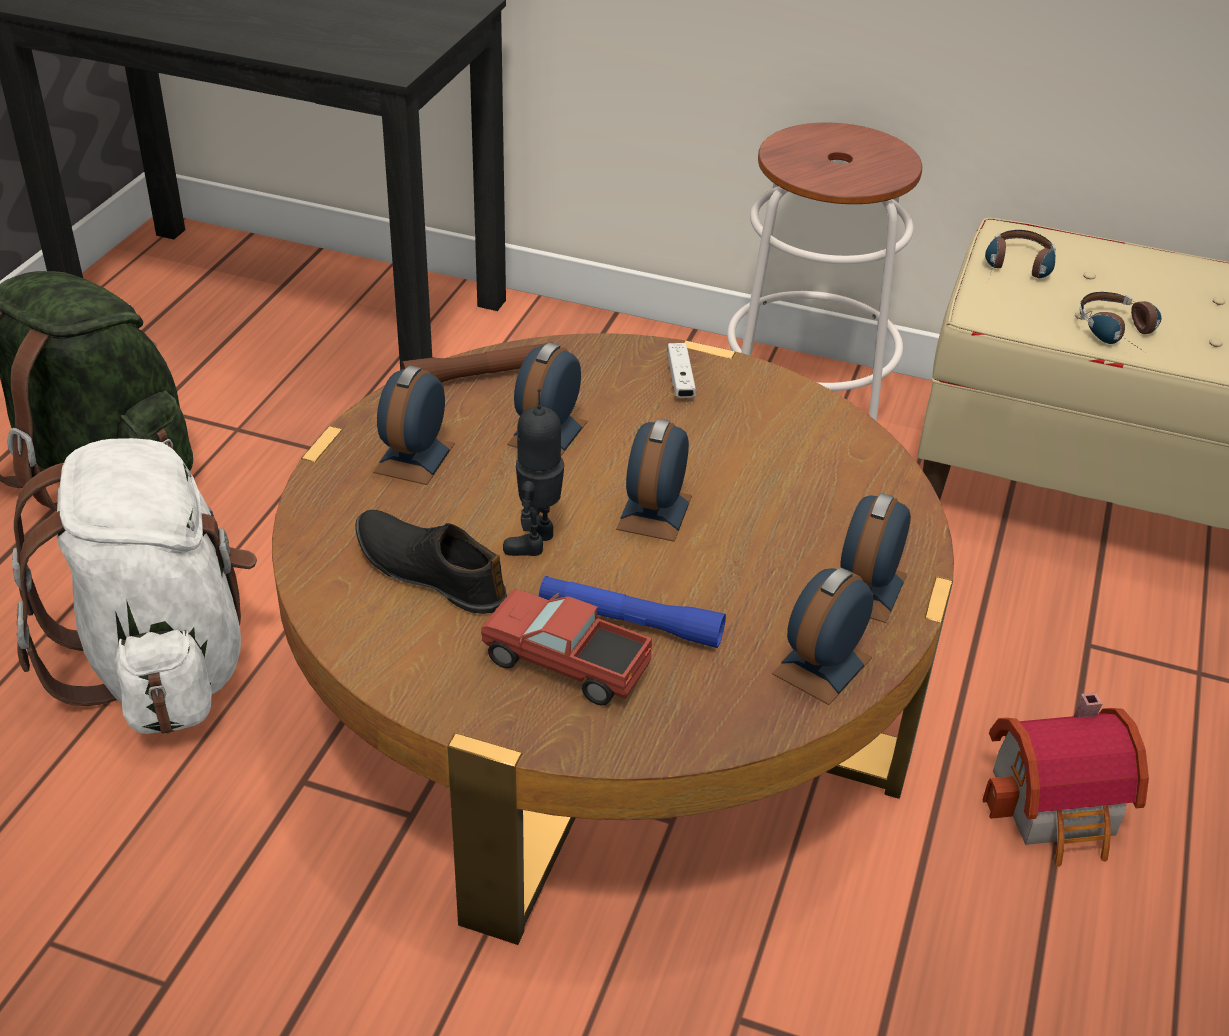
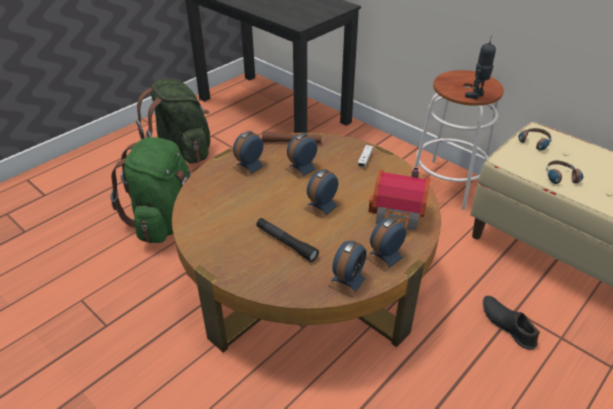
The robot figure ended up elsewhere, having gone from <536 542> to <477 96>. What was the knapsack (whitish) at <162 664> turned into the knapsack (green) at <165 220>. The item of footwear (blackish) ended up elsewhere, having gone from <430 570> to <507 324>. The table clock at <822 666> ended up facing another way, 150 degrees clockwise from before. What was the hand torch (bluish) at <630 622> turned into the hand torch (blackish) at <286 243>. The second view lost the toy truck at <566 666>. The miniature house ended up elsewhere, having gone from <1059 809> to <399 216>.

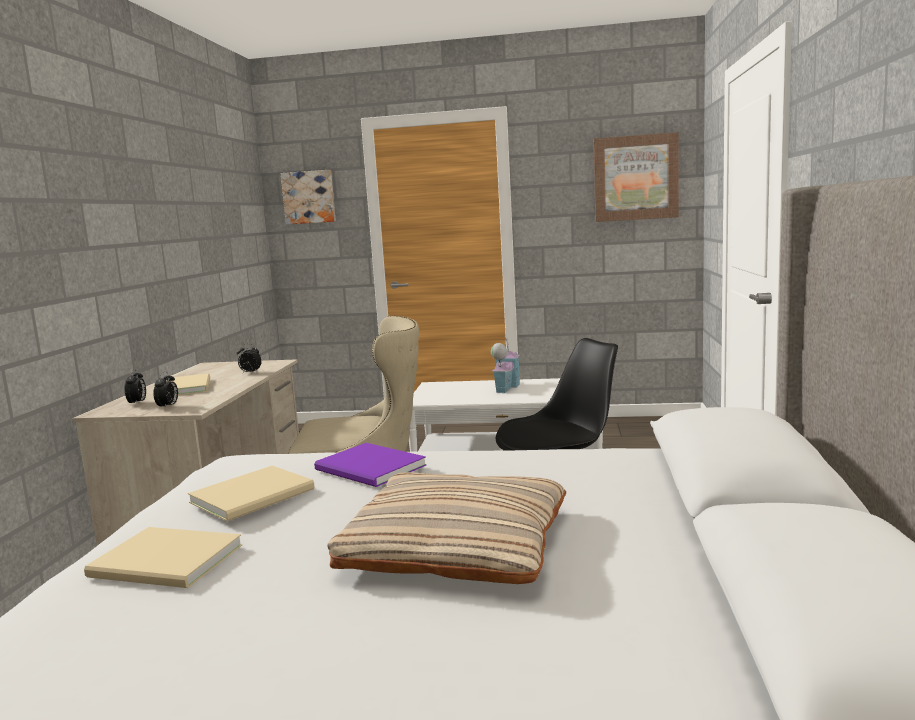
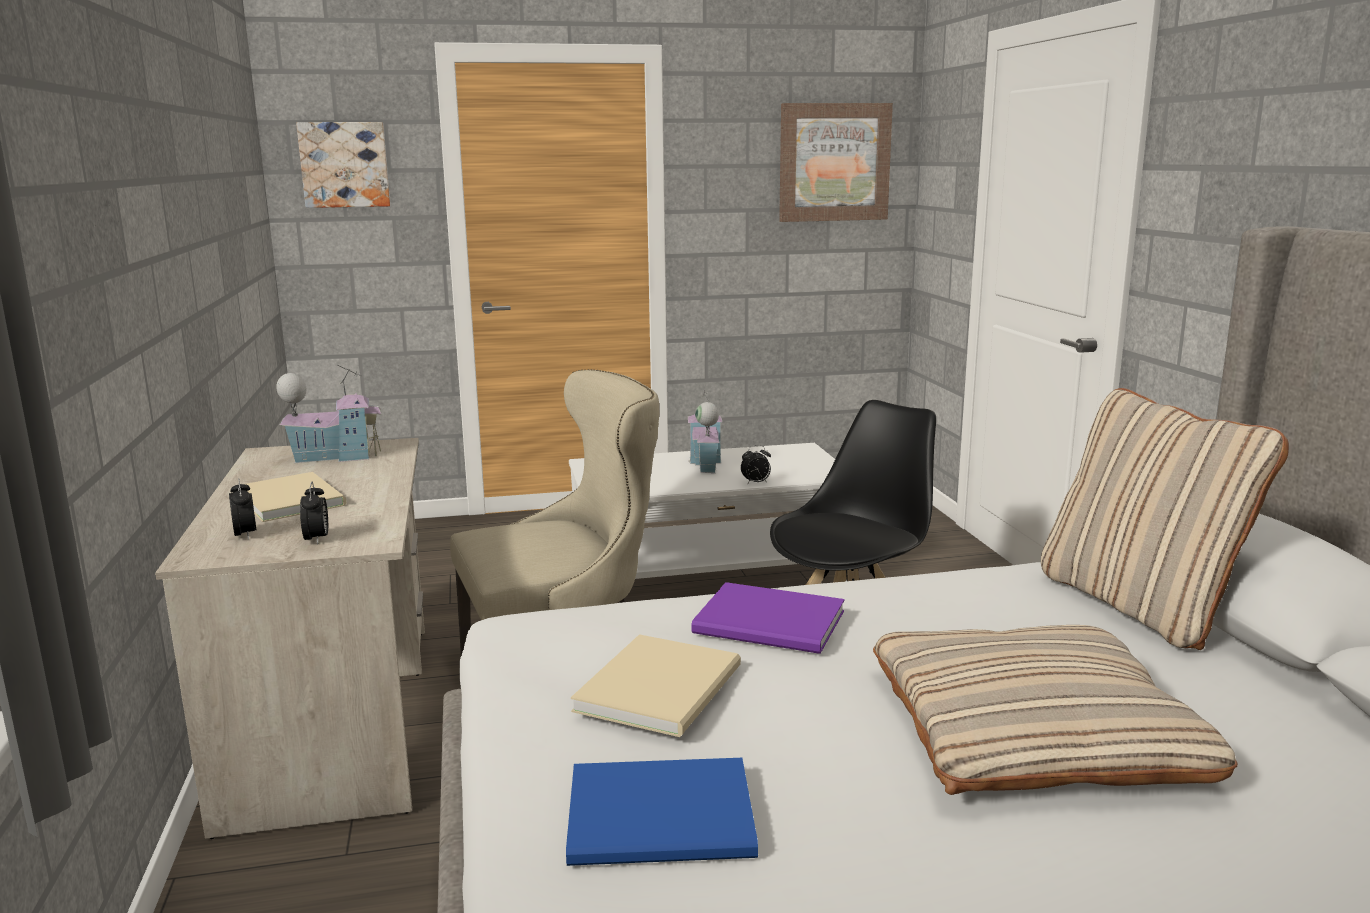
The table clock ended up elsewhere, having gone from <250 373> to <756 483>. What was the bound book (beige-coloured) at <167 563> turned into the bound book (bluish) at <666 820>. The second view gained the miniature house at <335 456>. The second view gained the throw pillow (beige-coloured) at <1139 605>.

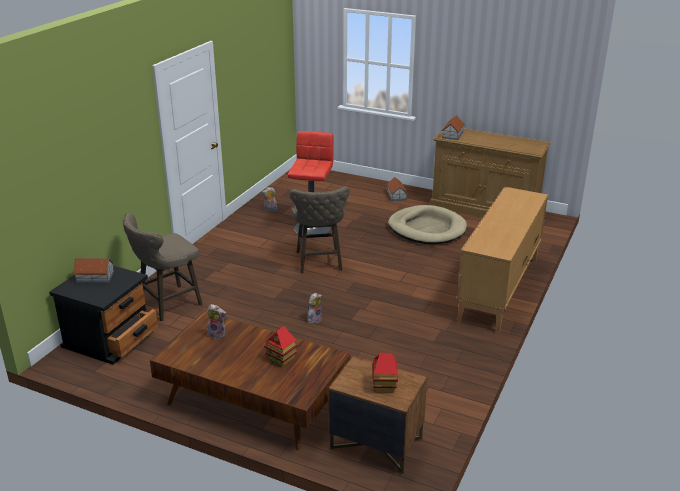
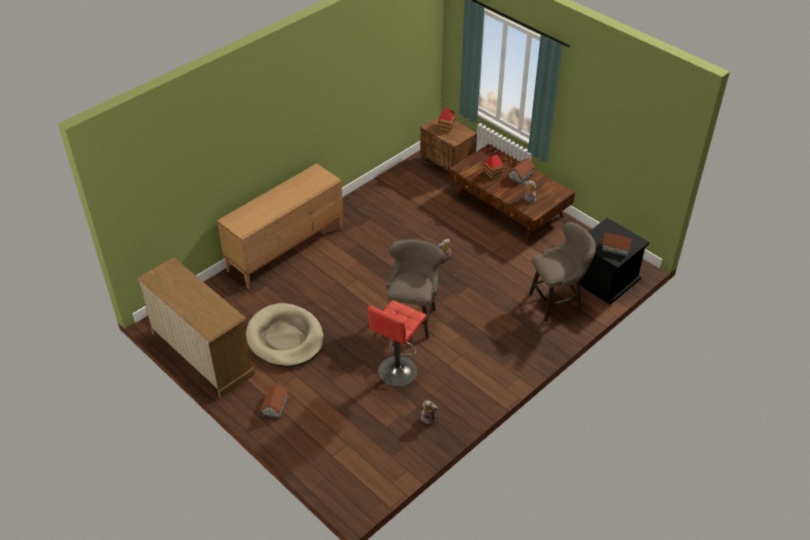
The miniature house ended up elsewhere, having gone from <452 134> to <521 175>.

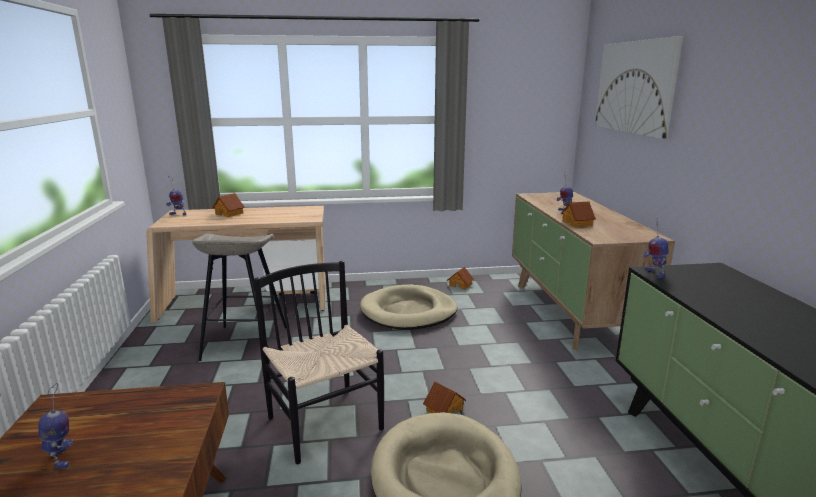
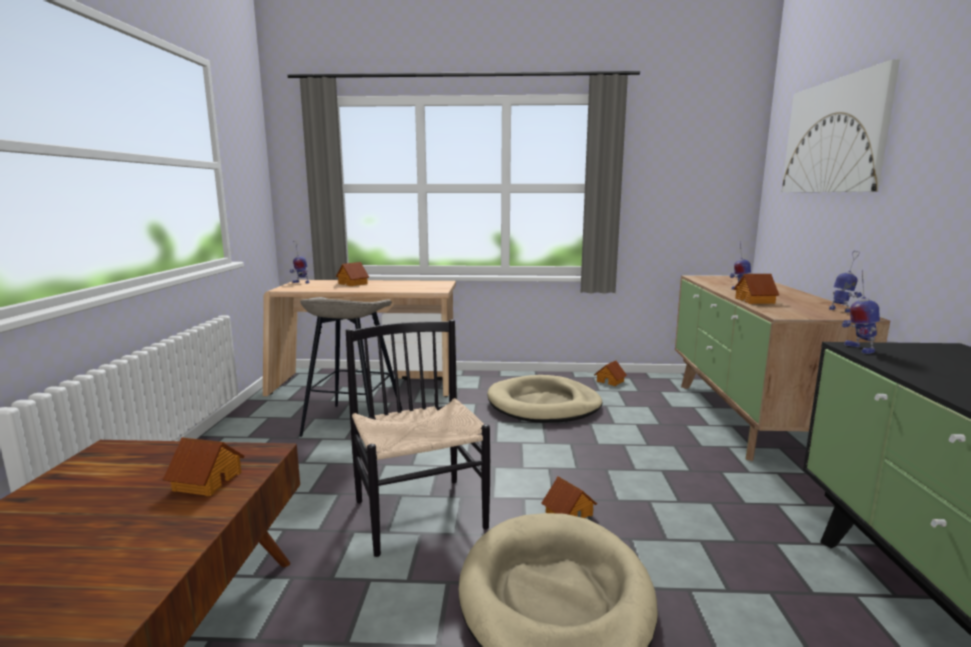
The robot figure ended up elsewhere, having gone from <61 459> to <842 310>. The second view gained the miniature house at <206 481>.

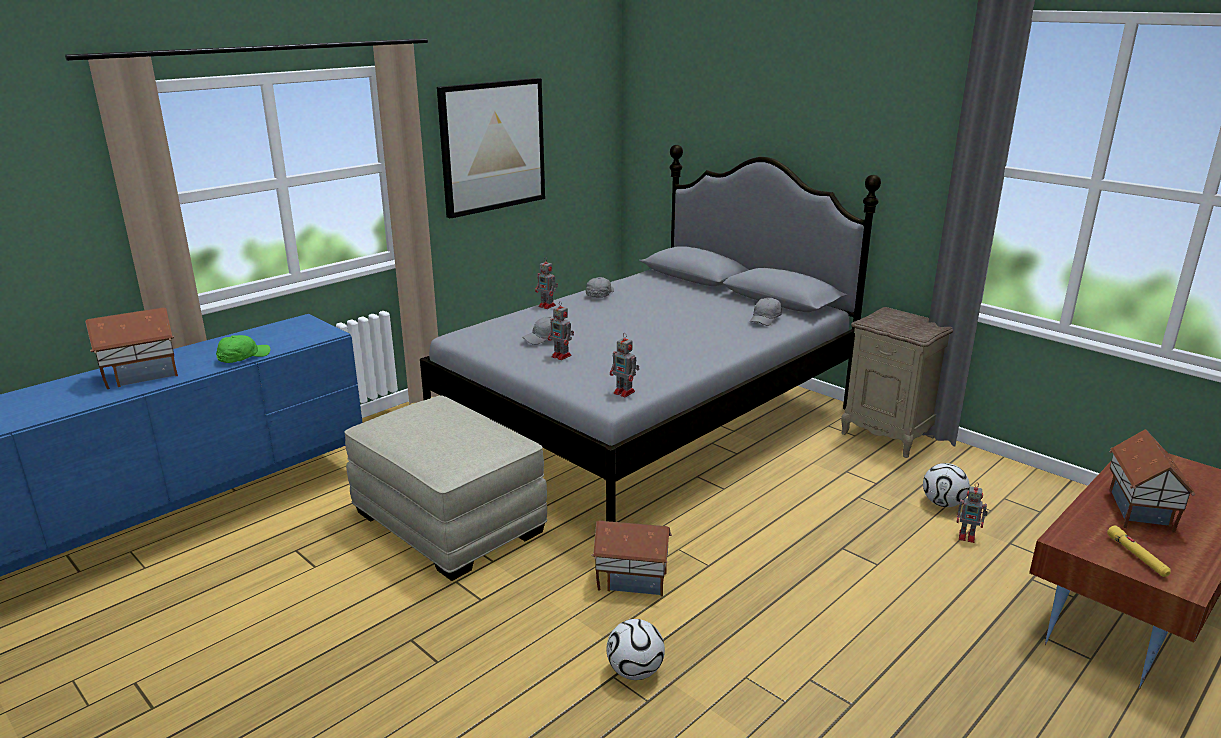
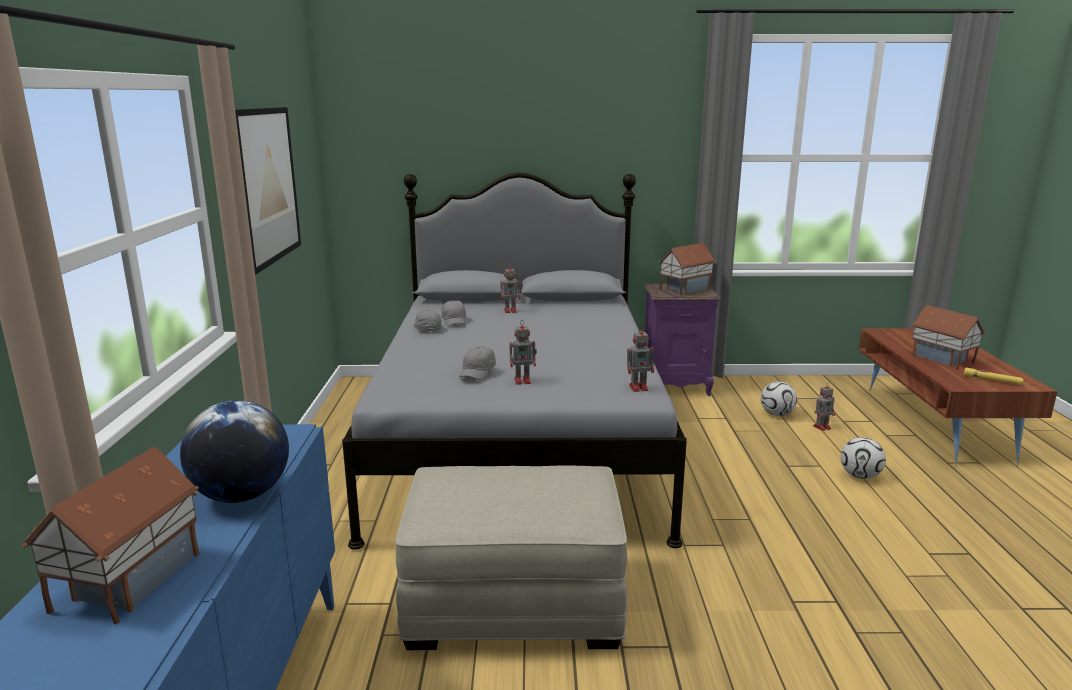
The robot figure ended up elsewhere, having gone from <547 306> to <511 311>. The cap (greyish) ended up elsewhere, having gone from <765 319> to <454 321>. What was the bedside table (beige-coloured) at <888 436> turned into the bedside table (purple-coloured) at <676 387>. Where the cap (green) stood at <243 357>, the desk globe came to stand at <242 496>. The miniature house ended up elsewhere, having gone from <631 579> to <684 289>. The ball for football ended up elsewhere, having gone from <635 671> to <860 476>.

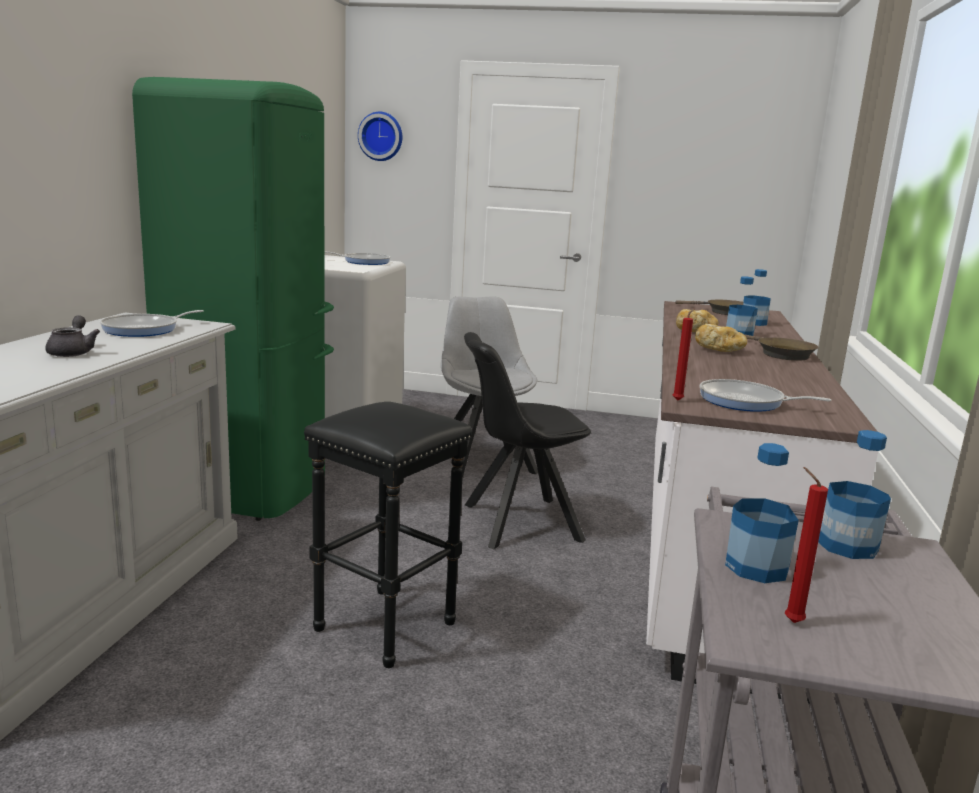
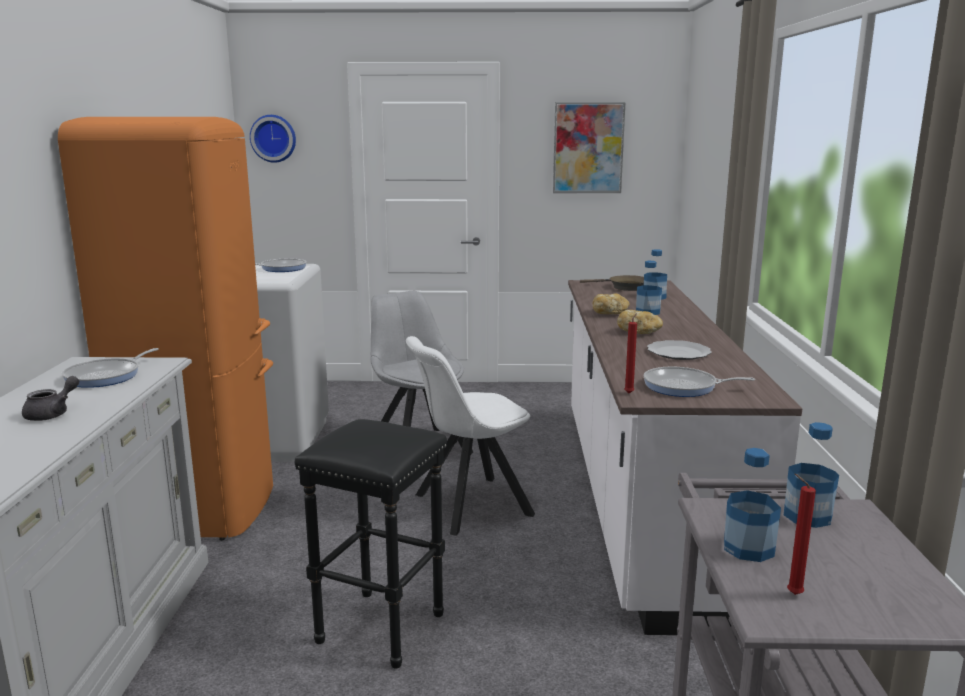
What was the refrigerator (green) at <252 490> turned into the refrigerator (orangey) at <205 509>. The pot for tea (greyish) at <73 352> ended up facing another way, 45 degrees clockwise from before. What was the upright chair (blackish) at <518 523> turned into the upright chair (whitish) at <470 505>. The second view lost the pan (brownish) at <781 354>. The second view gained the picture at <588 148>. The second view gained the flat dish at <678 353>.

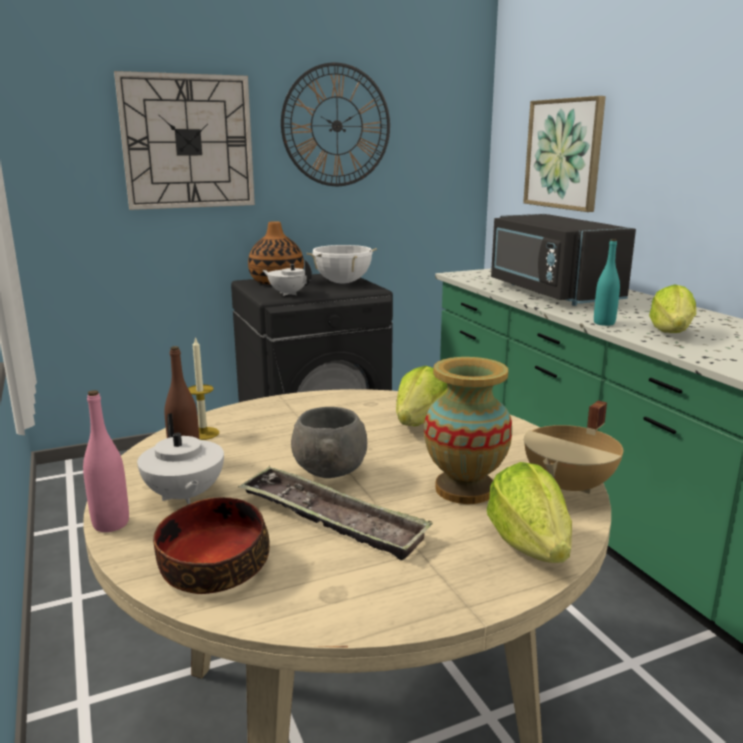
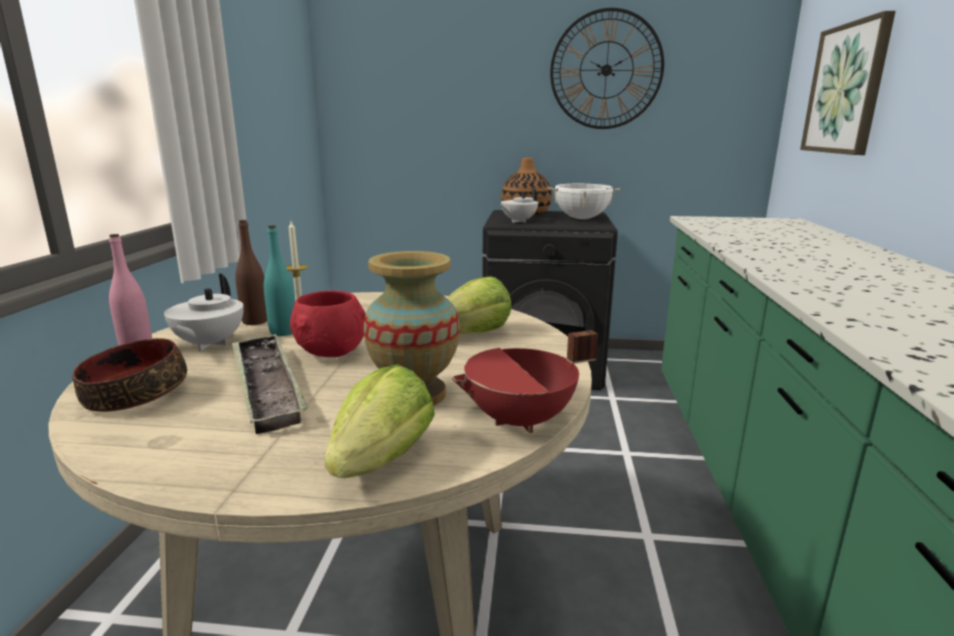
The second view lost the clock on the wall at <188 142>. The second view lost the kitchen microwave (blackish) at <550 292>. The bottle (turquoise-coloured) ended up elsewhere, having gone from <604 323> to <283 332>. The pot for tea (whitish) at <288 294> ended up facing another way, 105 degrees counterclockwise from before. The second view lost the lettuce at <671 332>. What was the stockpot (beige-coloured) at <570 487> turned into the stockpot (red-coloured) at <521 421>. What was the deep dish (greyish) at <329 474> turned into the deep dish (red-coloured) at <330 354>.

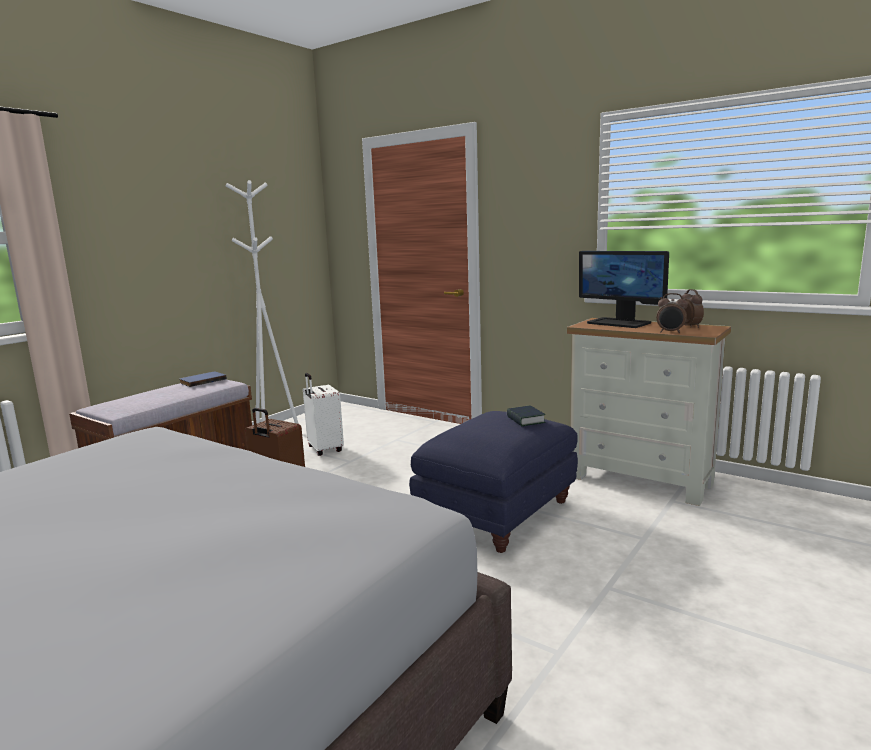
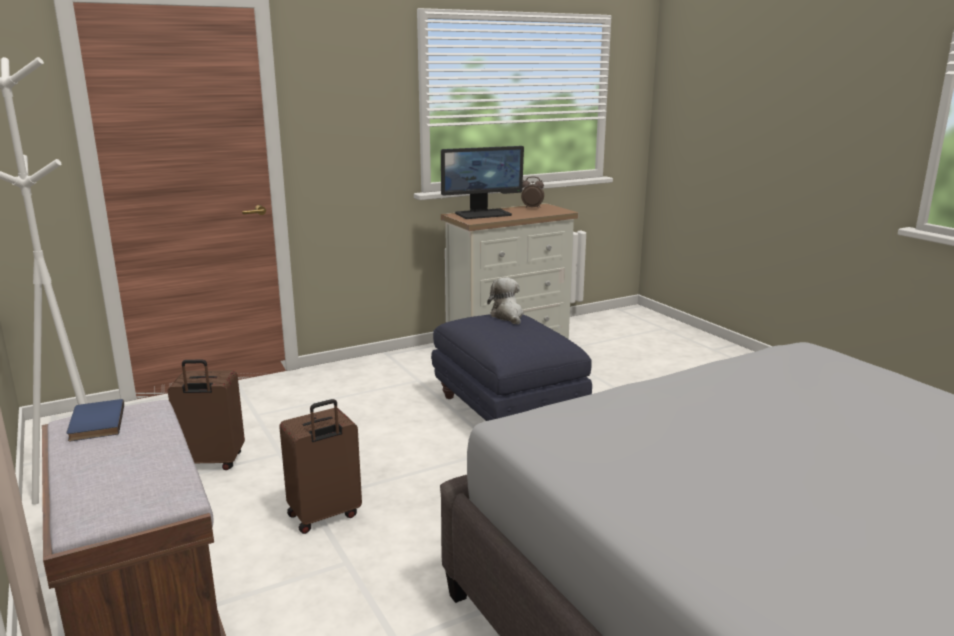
The second view lost the table clock at <670 332>. What was the travel case (whitish) at <324 449> turned into the travel case (brownish) at <211 462>. Where the bound book stood at <525 420>, the plush toy came to stand at <507 316>.

